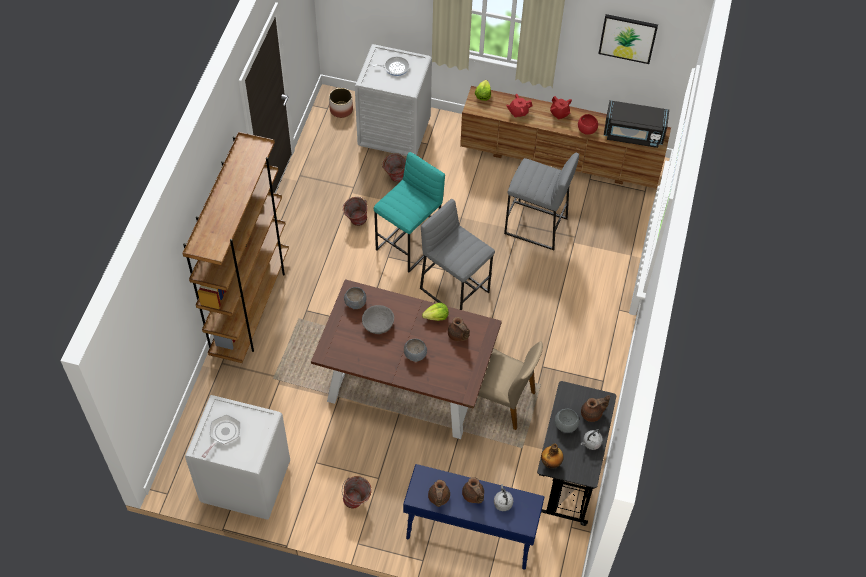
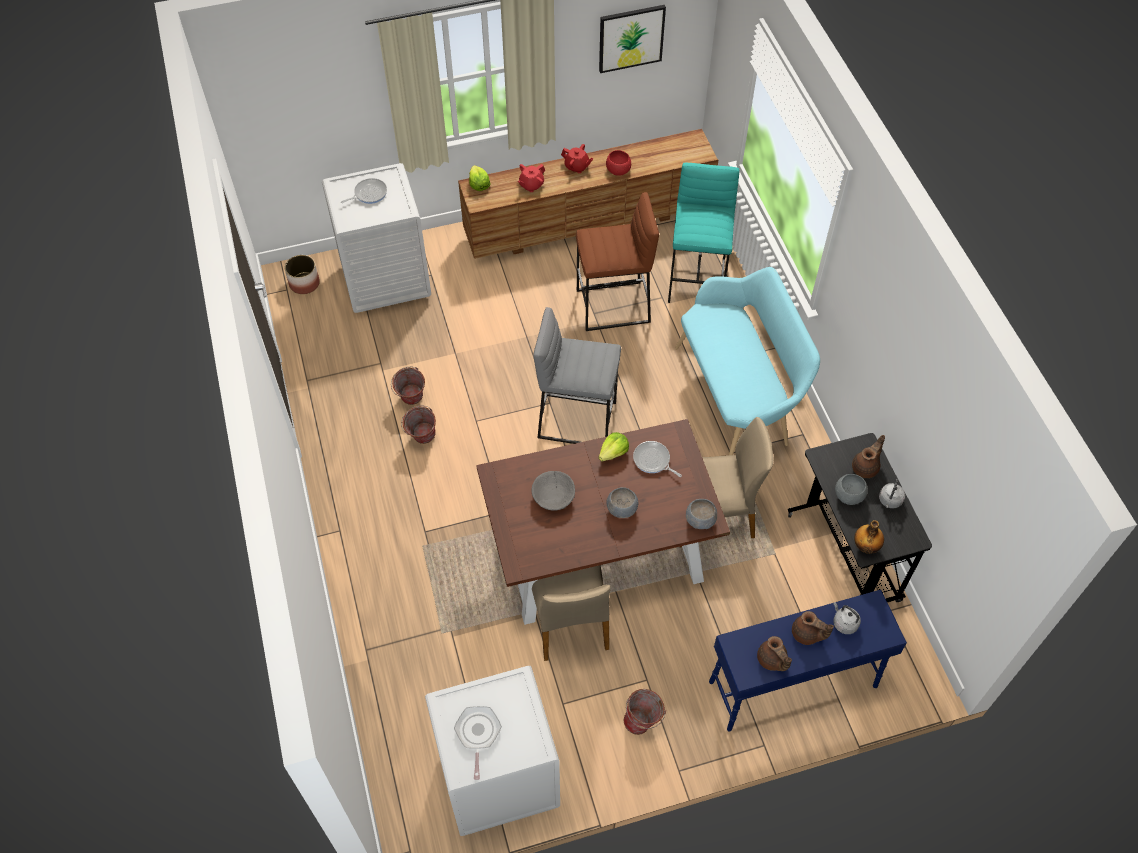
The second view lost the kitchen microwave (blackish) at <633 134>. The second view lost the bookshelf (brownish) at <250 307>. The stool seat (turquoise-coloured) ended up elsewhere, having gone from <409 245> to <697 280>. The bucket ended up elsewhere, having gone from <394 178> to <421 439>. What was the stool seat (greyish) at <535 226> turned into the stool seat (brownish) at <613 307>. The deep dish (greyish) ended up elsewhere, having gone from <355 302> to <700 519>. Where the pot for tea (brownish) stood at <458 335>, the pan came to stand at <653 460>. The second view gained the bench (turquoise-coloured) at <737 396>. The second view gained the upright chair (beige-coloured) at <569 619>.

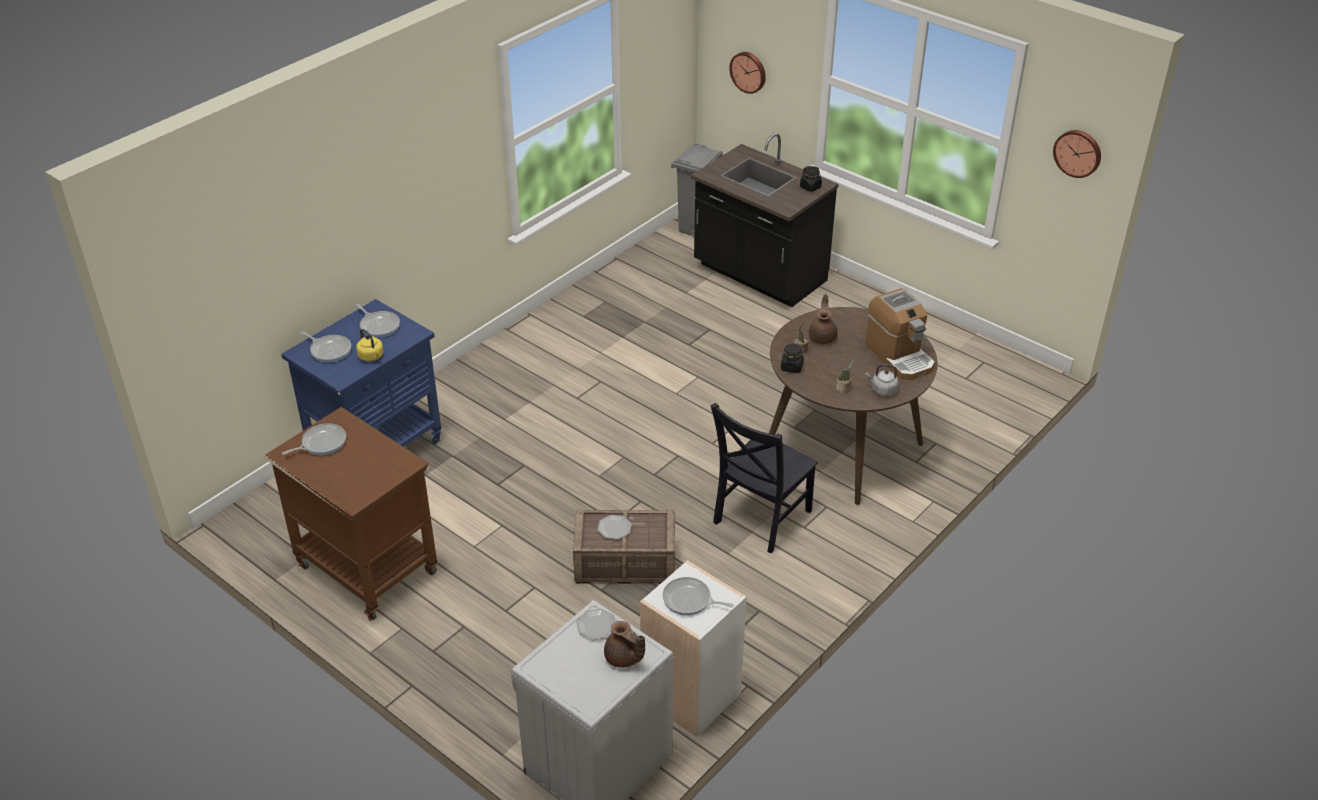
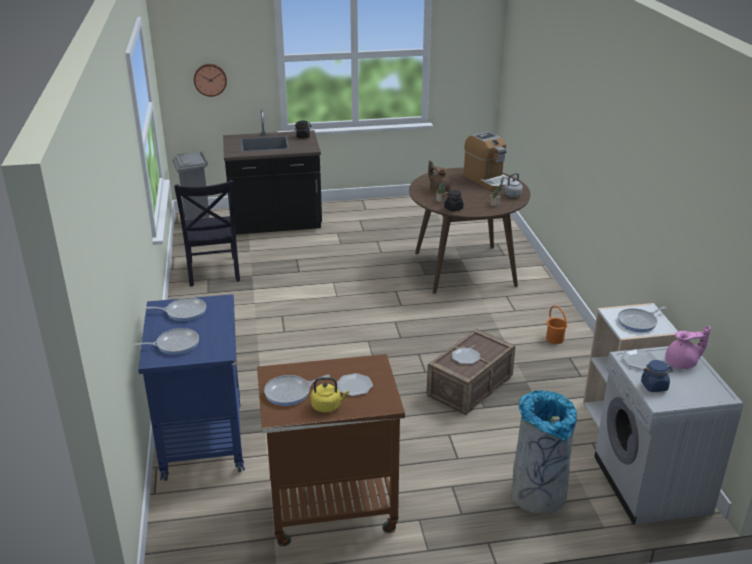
The second view lost the clock on the wall at <1078 152>. The coffee brewer at <899 356> ended up facing another way, 45 degrees clockwise from before. The kettle (yellow-coloured) ended up elsewhere, having gone from <372 357> to <328 406>. The upright chair (blackish) ended up elsewhere, having gone from <759 519> to <213 272>. The pan at <321 443> ended up facing another way, 120 degrees counterclockwise from before. What was the pot for tea (brownish) at <624 658> turned into the pot for tea (pinkish) at <682 363>. The second view gained the bucket (orangey) at <554 339>. The second view gained the jar (bluish) at <654 386>. The second view gained the flat dish at <354 386>. The second view gained the rubbish bin (greyish) at <537 494>.

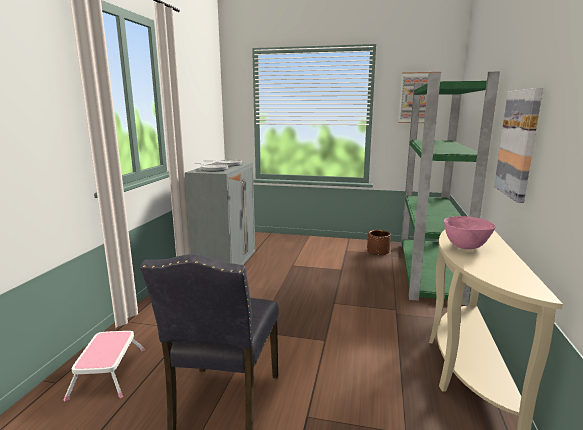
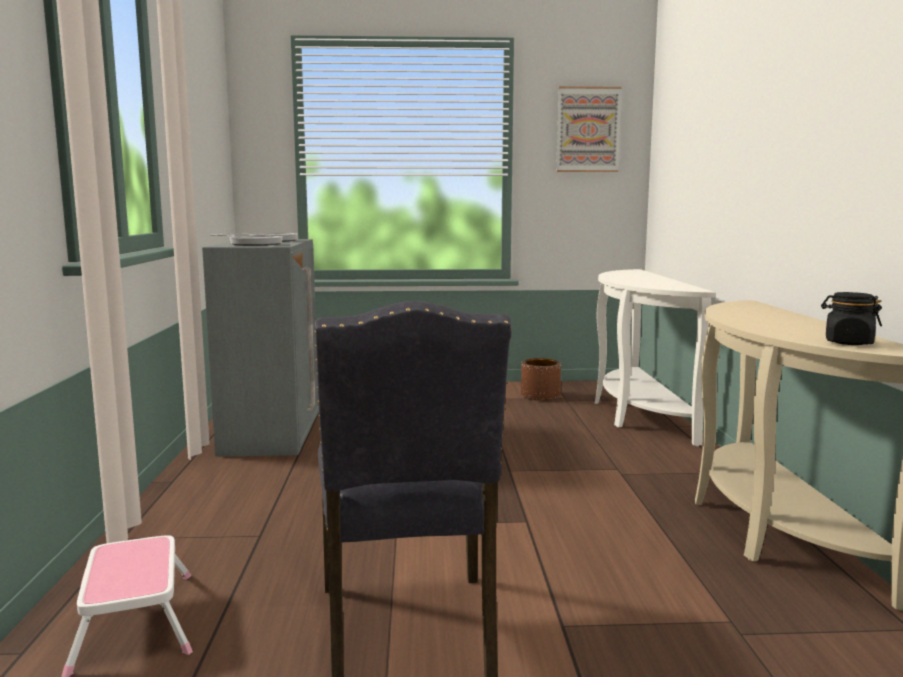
Where the bookshelf (green) stood at <428 270>, the hall table (whitish) came to stand at <636 413>. The second view lost the picture at <518 144>. The second view lost the deep dish (pinkish) at <465 247>. The second view gained the jar (blackish) at <848 342>.

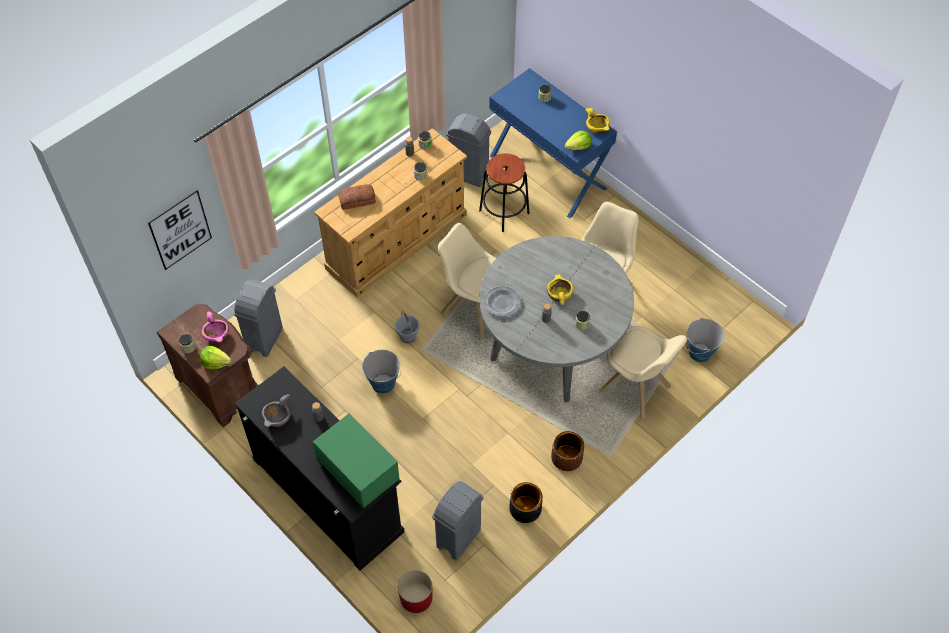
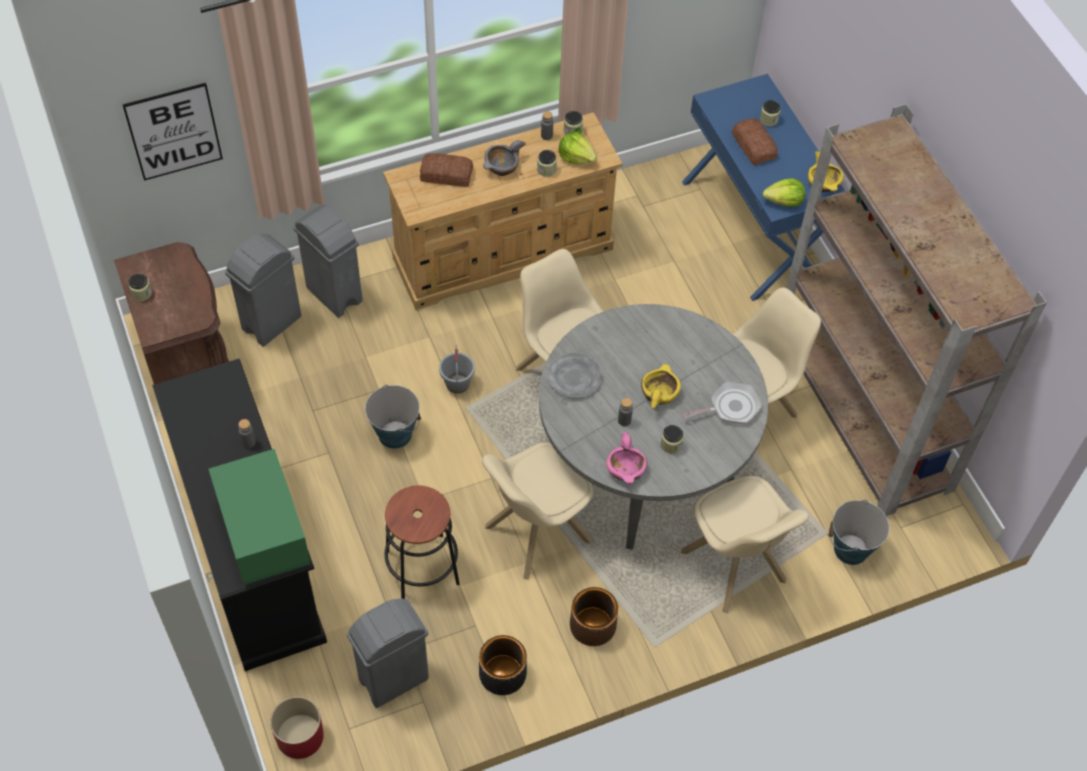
The rubbish bin (greyish) ended up elsewhere, having gone from <468 174> to <334 294>. The stool seat (blackish) ended up elsewhere, having gone from <504 212> to <422 567>. The deep dish (pinkish) ended up elsewhere, having gone from <216 334> to <626 469>. The lettuce ended up elsewhere, having gone from <216 362> to <576 157>. The deep dish (greyish) ended up elsewhere, having gone from <277 418> to <502 166>. The second view gained the bookshelf (brownish) at <862 409>. The second view gained the bakery bread at <754 145>. The second view gained the pan at <730 407>. The second view gained the upright chair (beige-coloured) at <536 533>.

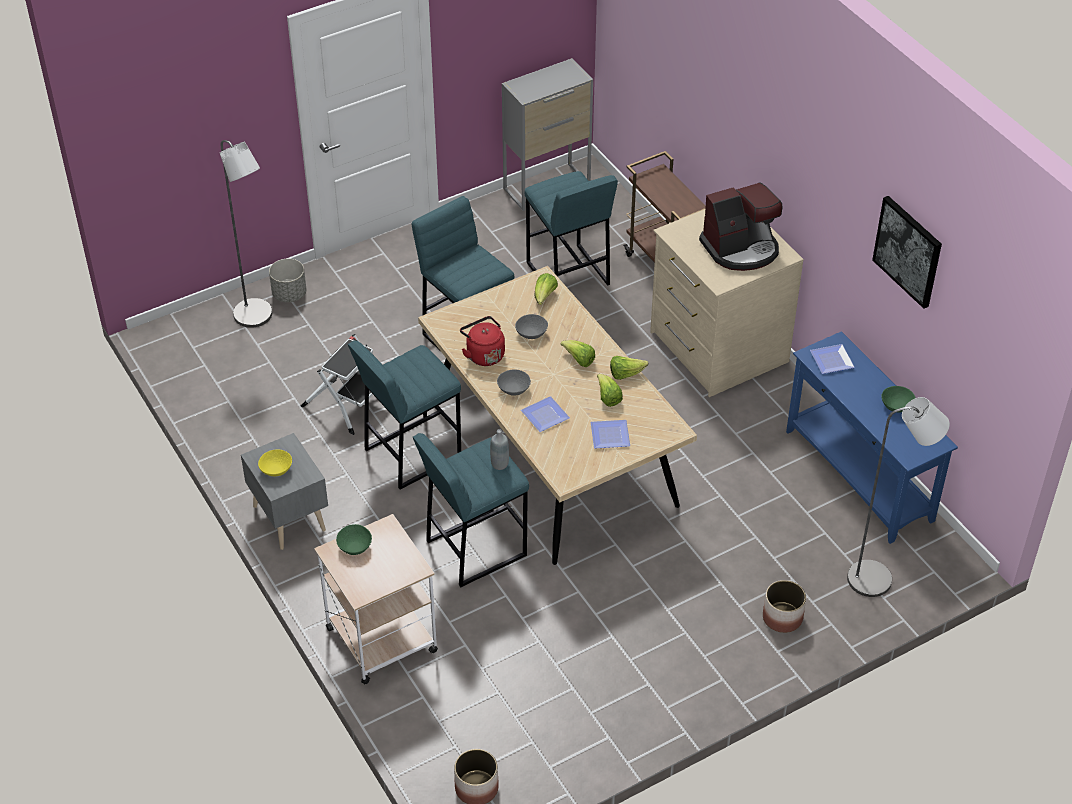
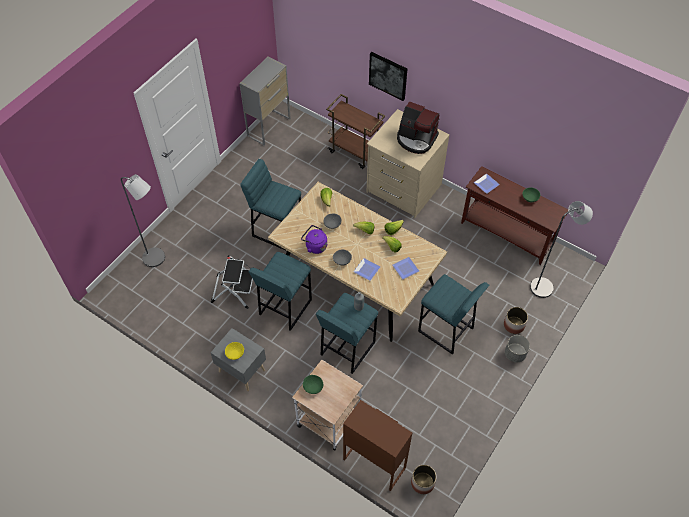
The stool seat (turquoise-coloured) ended up elsewhere, having gone from <569 275> to <447 330>. The coffee brewer at <741 248> ended up facing another way, 75 degrees clockwise from before. The picture ended up elsewhere, having gone from <908 251> to <388 75>. The plant pot (greyish) ended up elsewhere, having gone from <289 294> to <515 354>. What was the kettle (red-coloured) at <483 354> turned into the kettle (purple-coloured) at <315 246>. What was the hall table (bluish) at <859 476> turned into the hall table (brownish) at <507 234>. The second view gained the cupboard (brownish) at <374 462>.

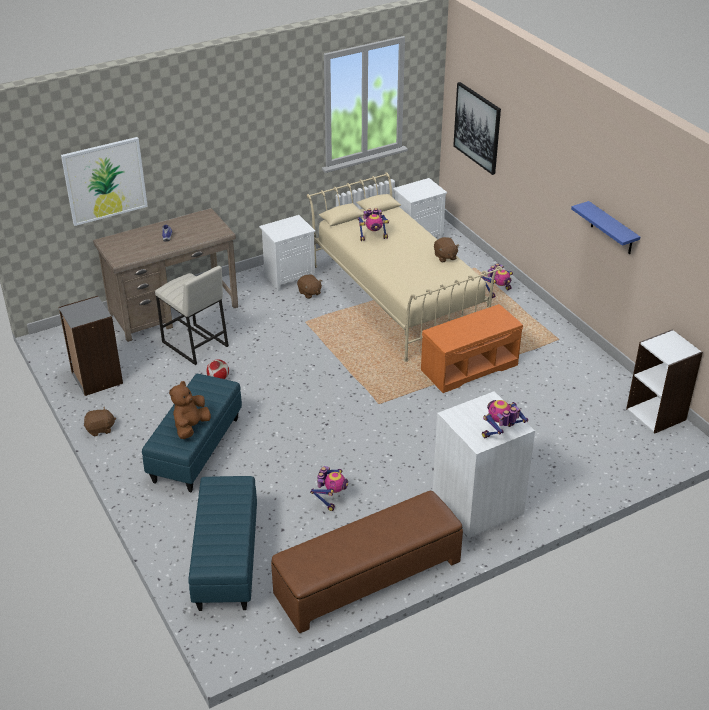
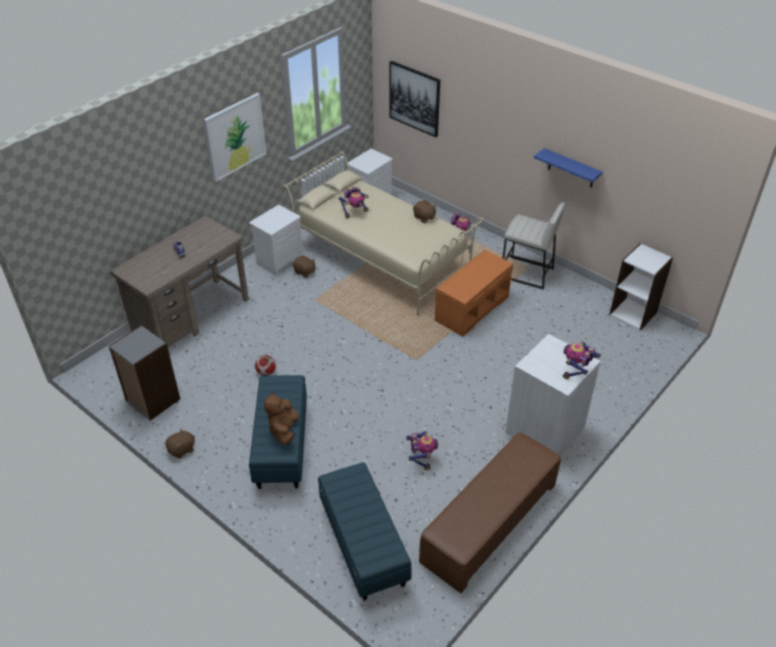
The picture ended up elsewhere, having gone from <105 180> to <235 136>. The stool seat (beige-coloured) ended up elsewhere, having gone from <195 344> to <527 273>.

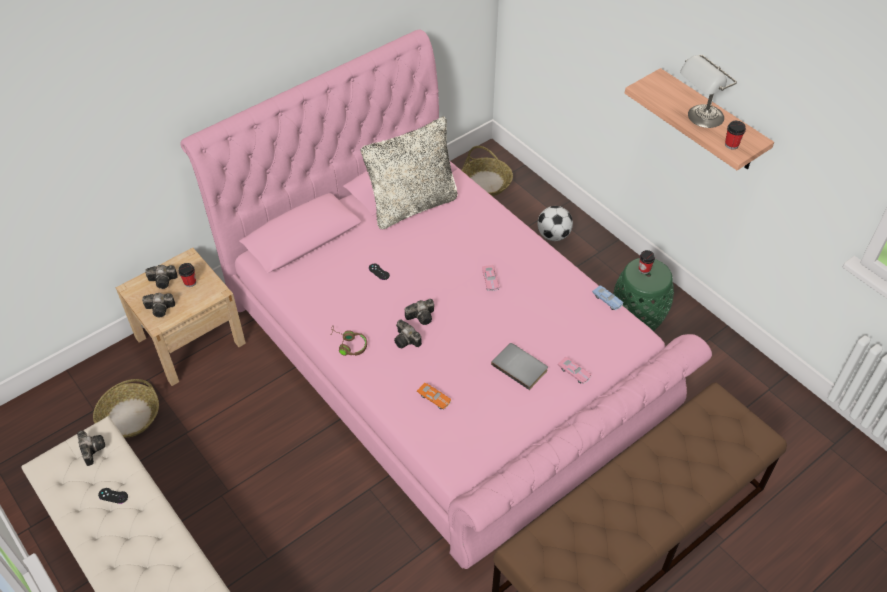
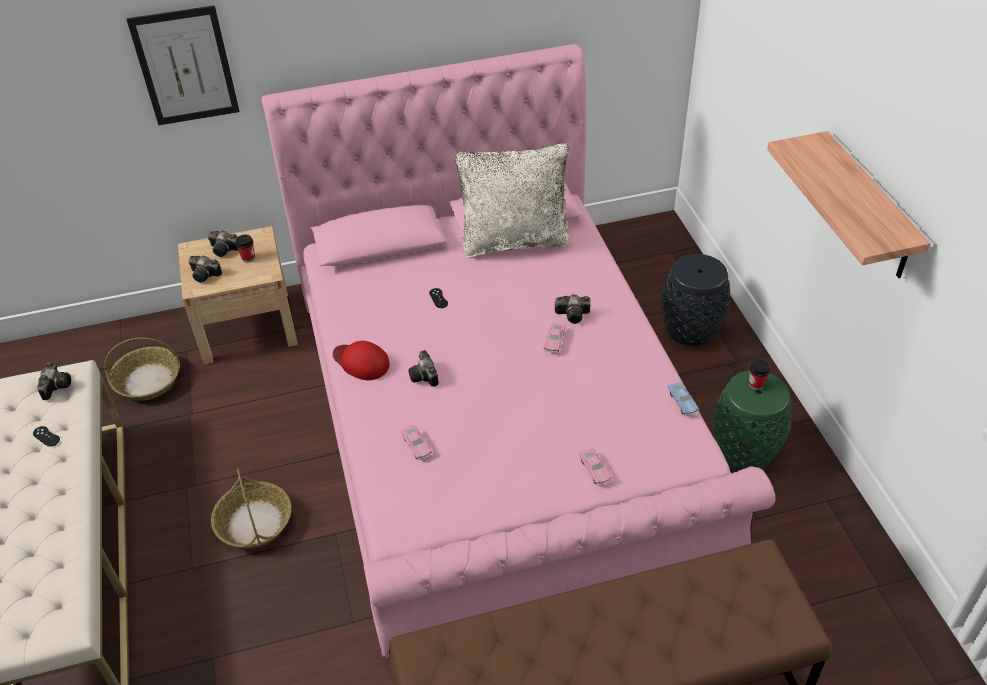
The second view lost the lamp for a table (whitish) at <700 119>. The second view lost the small cup at <731 144>. The basket ended up elsewhere, having gone from <485 183> to <254 522>. Where the ball for football stood at <553 235>, the stool seat (blackish) came to stand at <691 329>. The still camera ended up elsewhere, having gone from <422 316> to <574 315>. Where the headset (brownish) stood at <348 345>, the cap (red-coloured) came to stand at <361 362>. The second view lost the bound book (greyish) at <520 366>. What was the toy car (orangey) at <434 398> turned into the toy car (pinkish) at <416 445>. The second view gained the picture at <185 66>.

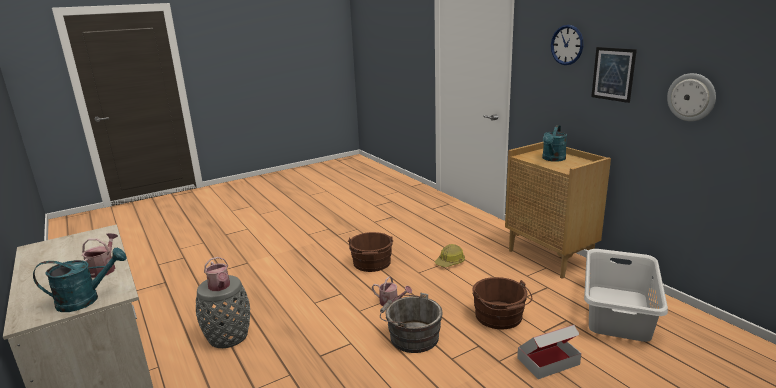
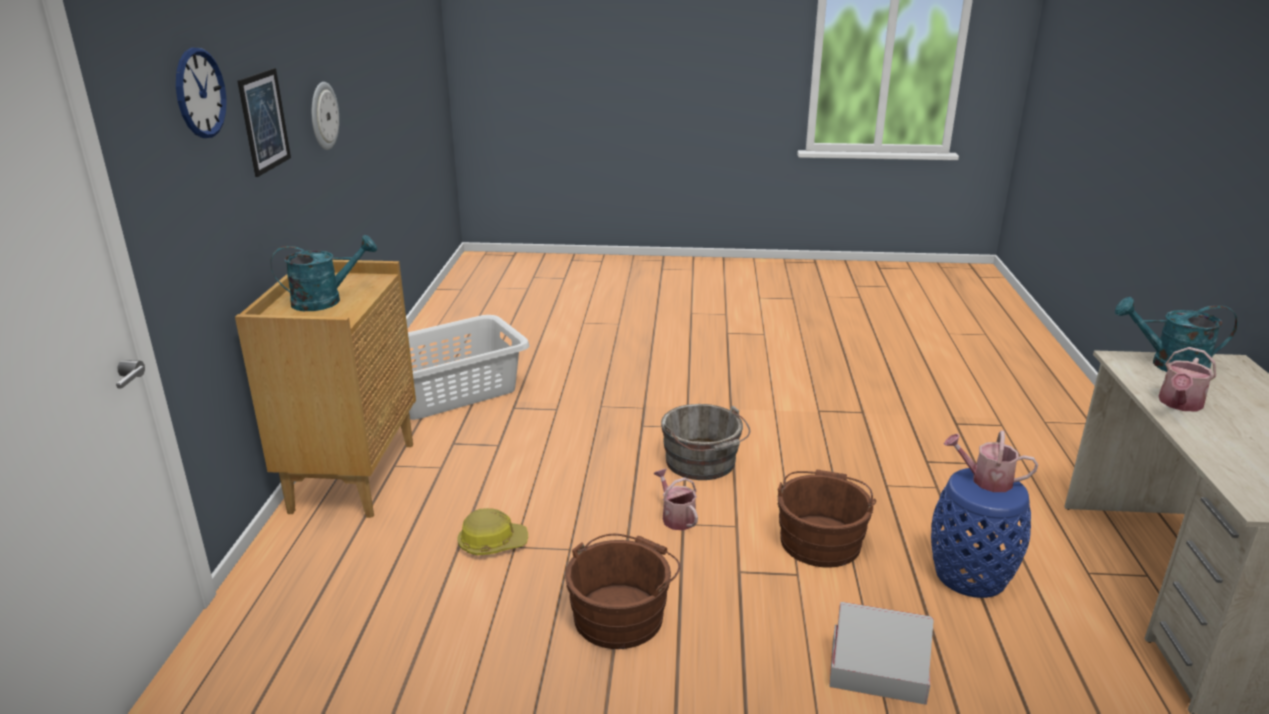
The watering pot at <220 287> ended up facing another way, 75 degrees counterclockwise from before. What was the stool seat (greyish) at <228 336> turned into the stool seat (bluish) at <970 575>. The bucket (brownish) ended up elsewhere, having gone from <500 317> to <821 539>. The cardboard box ended up elsewhere, having gone from <548 361> to <877 672>.

